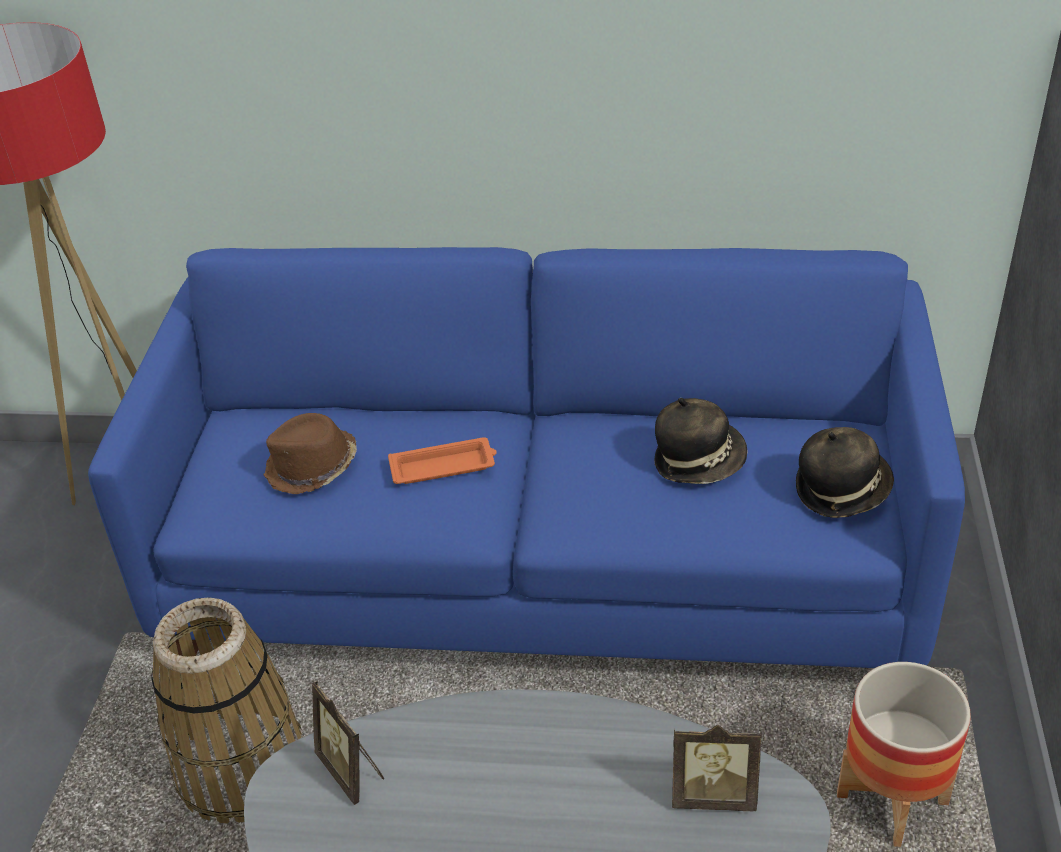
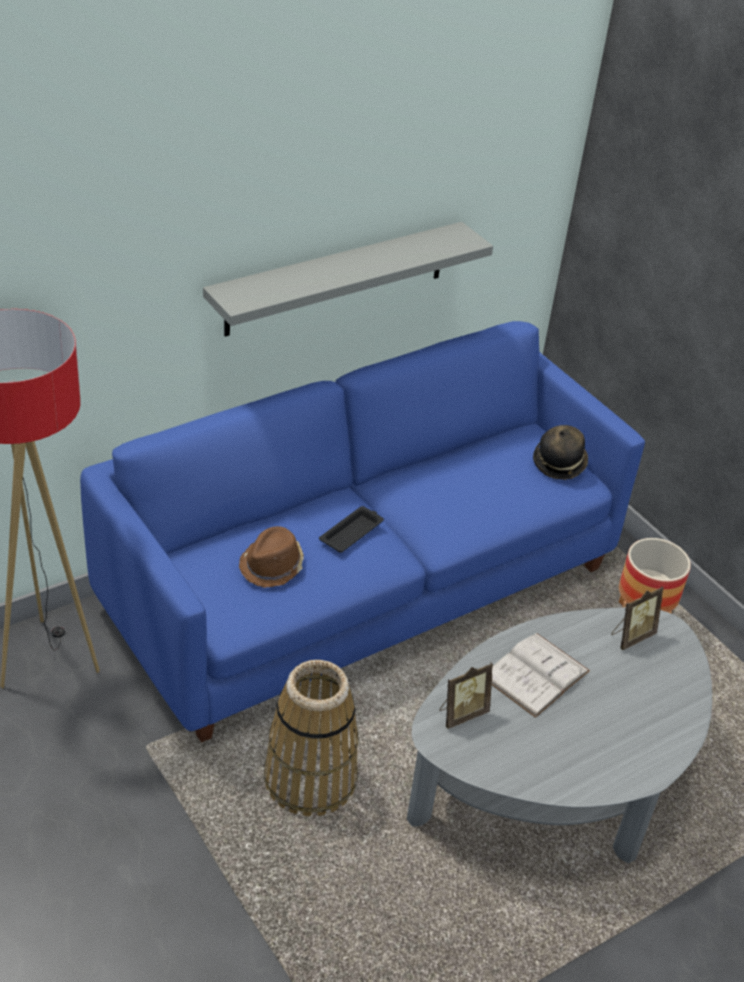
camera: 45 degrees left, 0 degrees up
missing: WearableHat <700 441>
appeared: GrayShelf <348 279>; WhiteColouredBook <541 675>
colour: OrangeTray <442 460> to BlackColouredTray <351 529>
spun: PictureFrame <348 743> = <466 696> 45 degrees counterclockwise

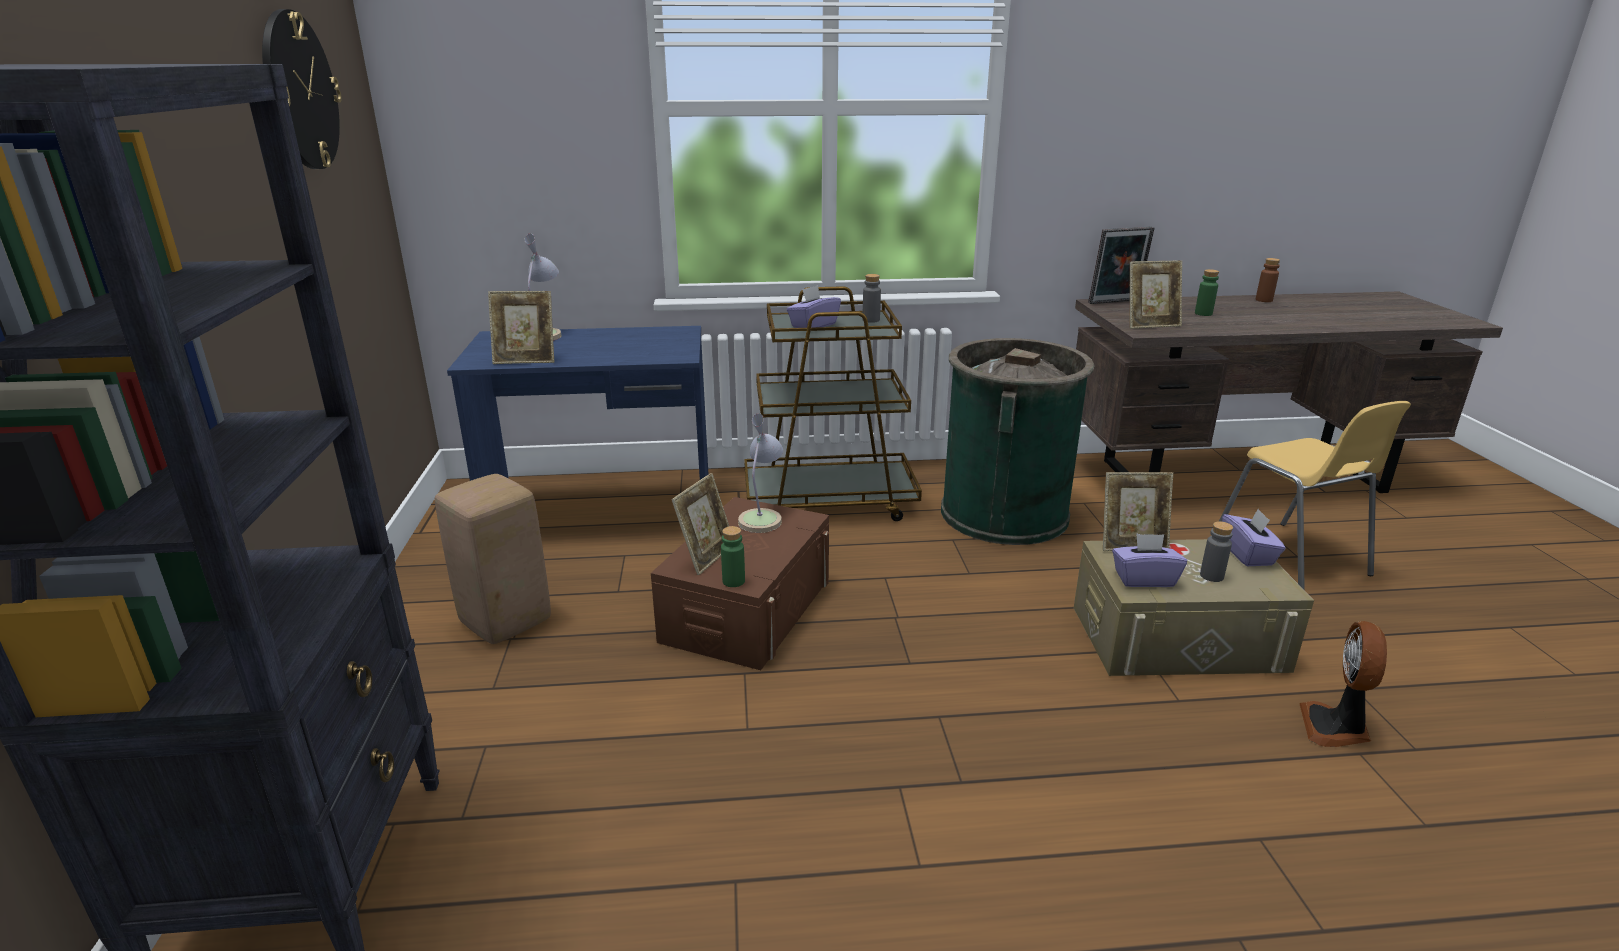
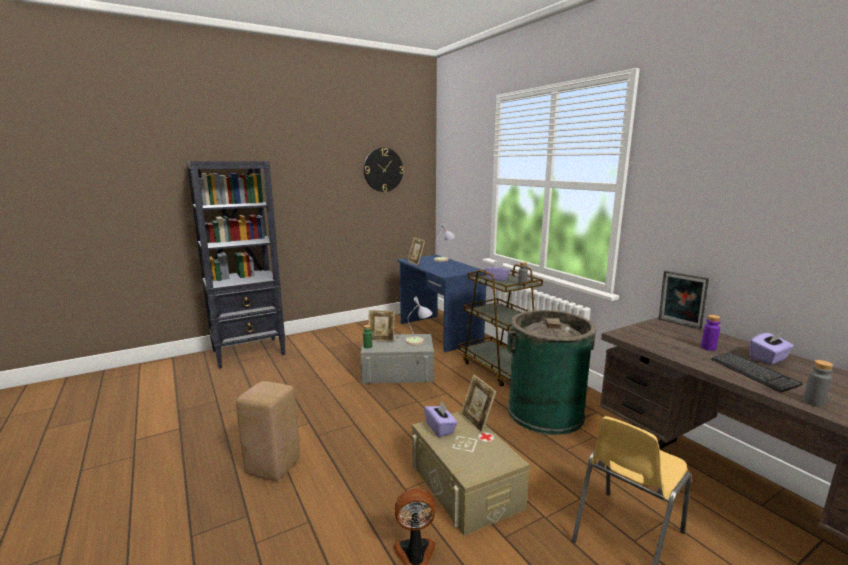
camera: 65 degrees right, 10 degrees down
missing: PictureFrame <1156 294>; BrownDrinkBottle <1268 280>
appeared: ComputerKeyboard <757 372>
relocated: BeigeStoolSeat <493 559> to <268 431>; PurpleColouredBoxOfTissues <1254 537> to <772 348>; GrayDrinkBottle <1216 551> to <818 383>
colour: BrownStorageBin <740 583> to GrayStorageBin <397 358>; GreenDrinkBottle <1207 292> to PurpleColouredDrinkBottle <711 333>

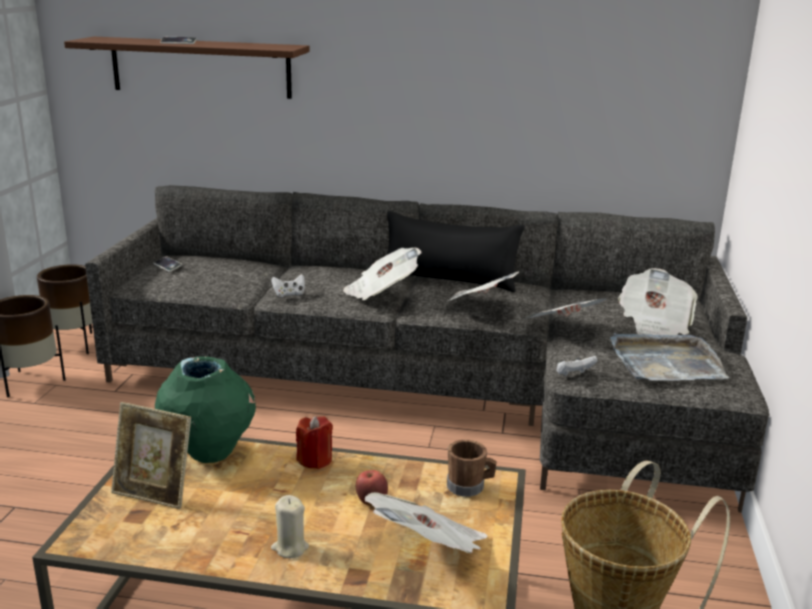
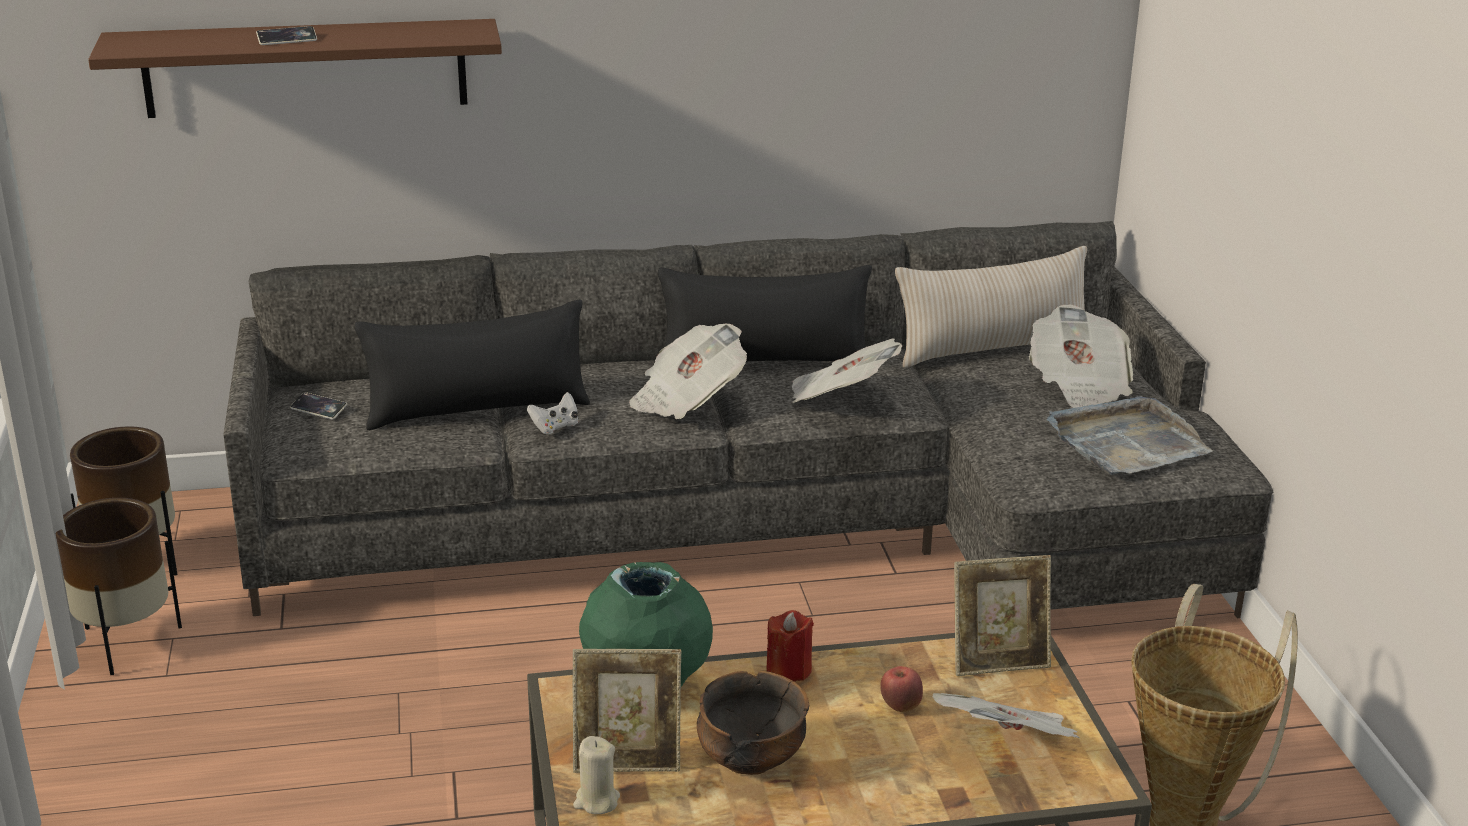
camera: 20 degrees left, 5 degrees up
missing: DailyPaper <565 309>; WhiteColouredGameController <577 366>
appeared: BlackColouredCushion <472 365>; Bowl <753 723>; BeigeCushion <991 307>
relocated: BeigeWaxLight <290 526> to <596 775>
exchanged: BrownMug <472 468> to PictureFrame <1002 615>

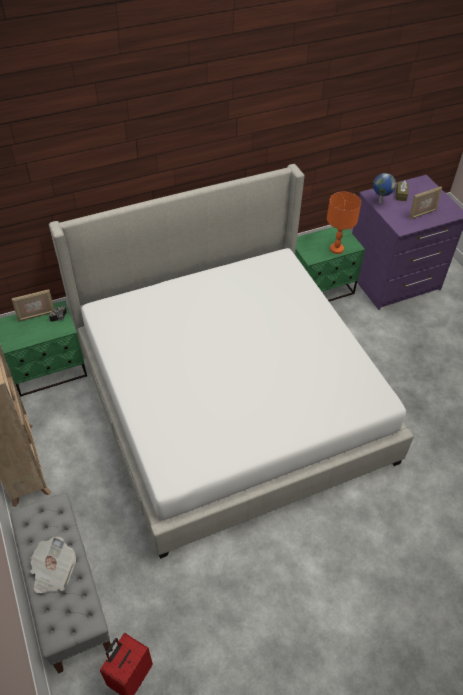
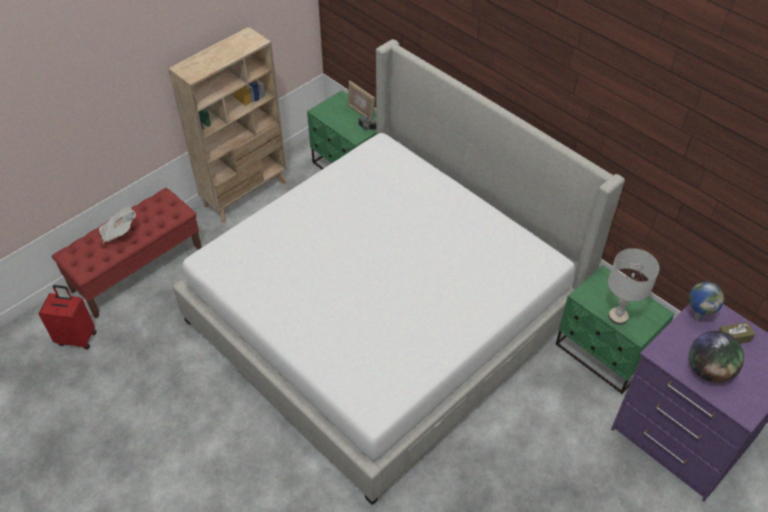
camera: 70 degrees right, 0 degrees up
exchanged: PictureFrame <425 203> to Globe <716 357>
colour: GrayBench <61 583> to ReddishBench <127 253>; OrangeLampForATable <344 223> to GrayLampForATable <633 286>

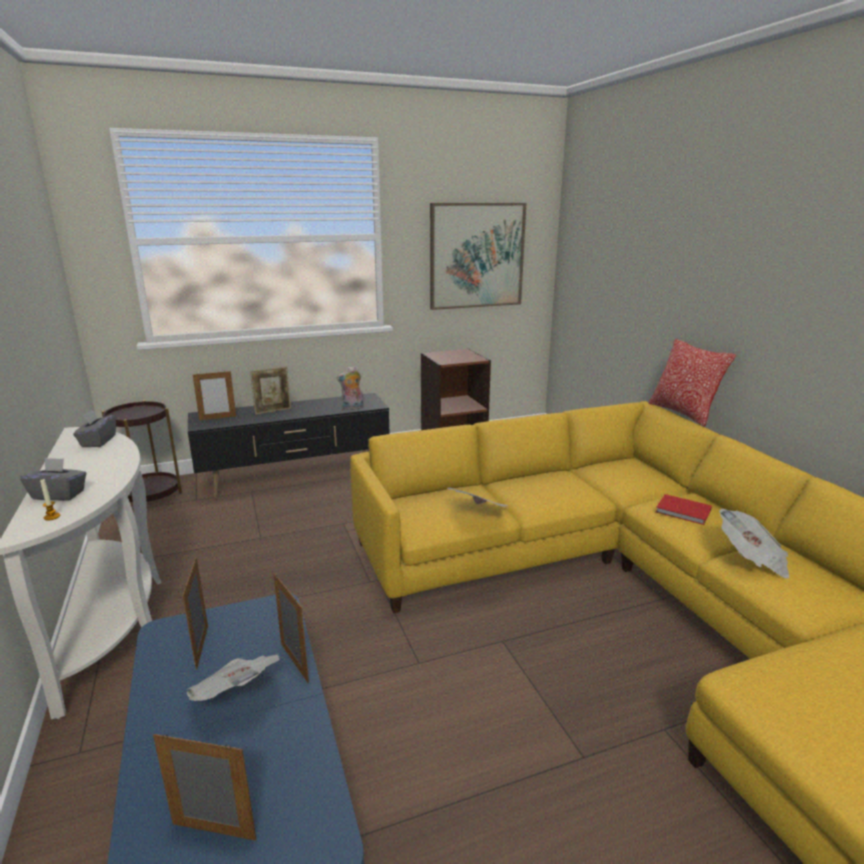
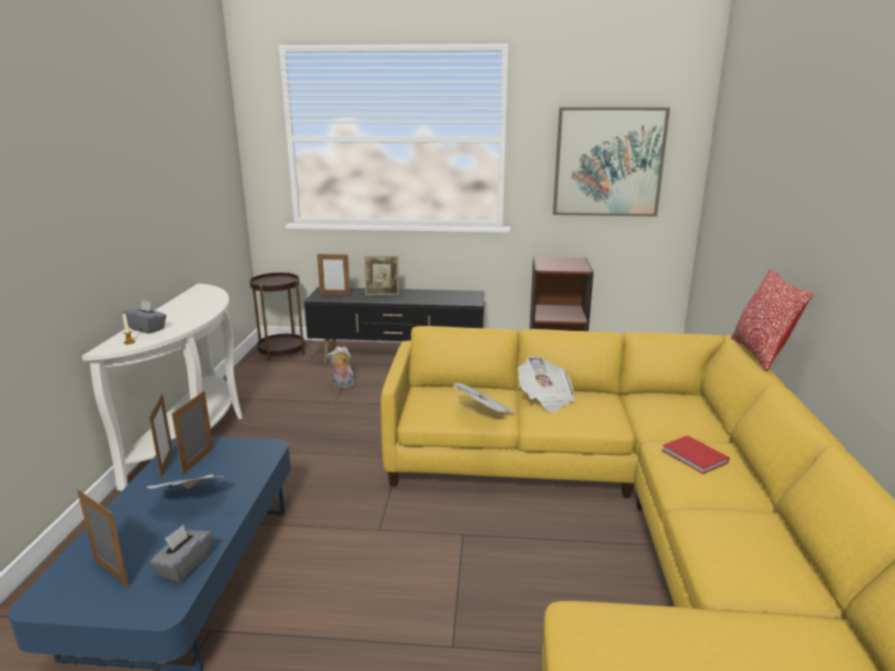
camera: 25 degrees right, 0 degrees up
relocated: PictureFrame <291 628> to <161 435>; GrayBoxOfTissues <94 428> to <181 554>; PlushToy <350 388> to <340 367>; DailyPaper <754 543> to <546 384>

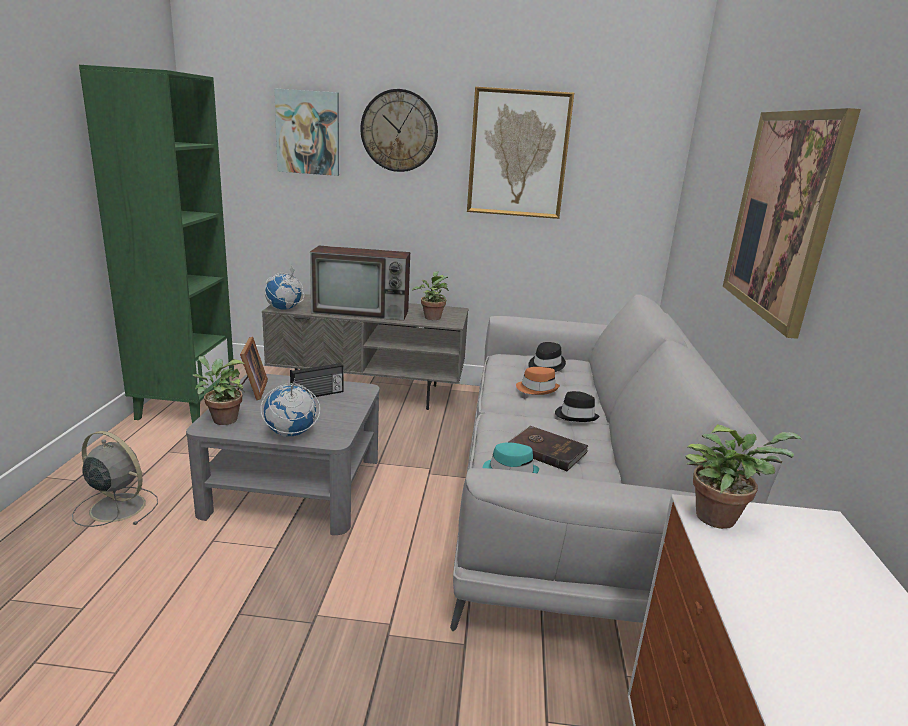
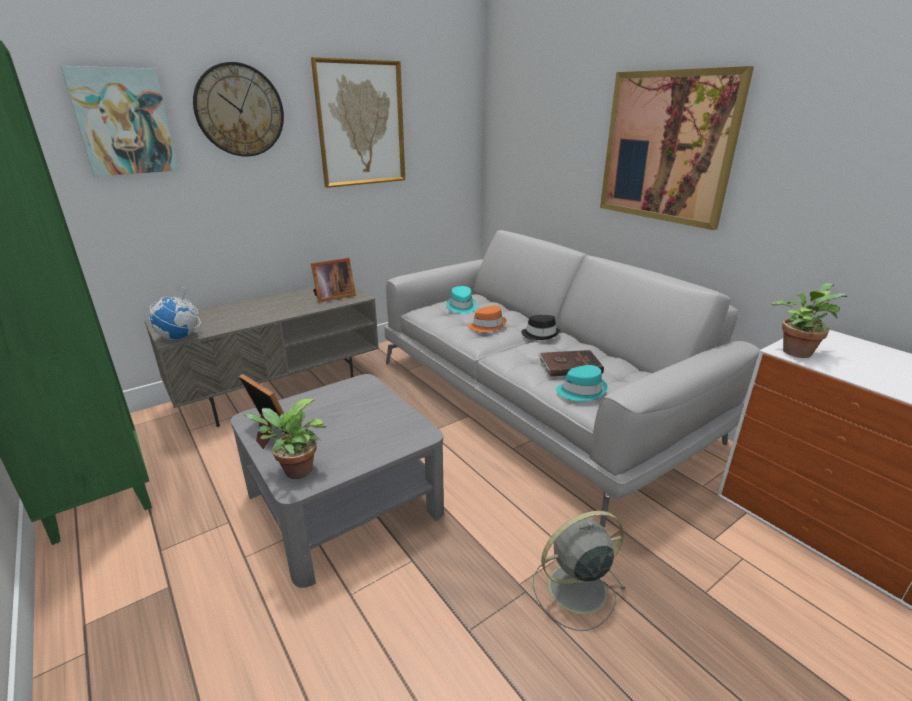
camera: 40 degrees left, 5 degrees up
missing: Globe <290 408>; Radio <317 380>; Television <360 283>
relocated: GrayFan <115 479> to <579 571>
exchanged: Houseplant <430 295> to PictureFrame <333 280>
colour: BlackColouredWearableHat <547 357> to BlueGreenWearableHat <461 300>

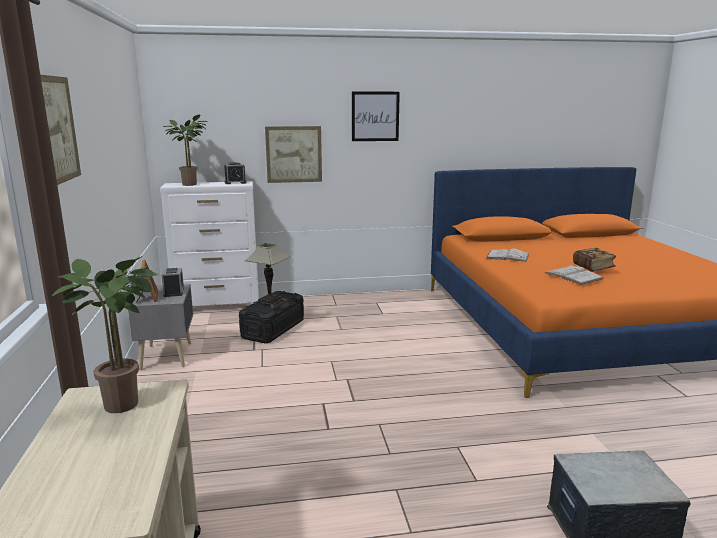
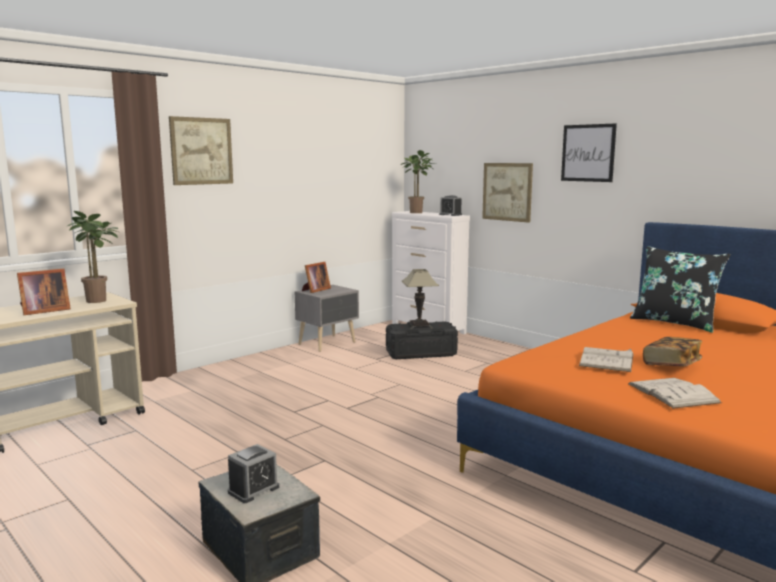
camera: 55 degrees right, 5 degrees down
appeared: PictureFrame <44 292>; BlackColouredCushion <680 289>
relocated: BedsideClock <172 282> to <253 473>; WhiteColouredBook <507 255> to <675 393>

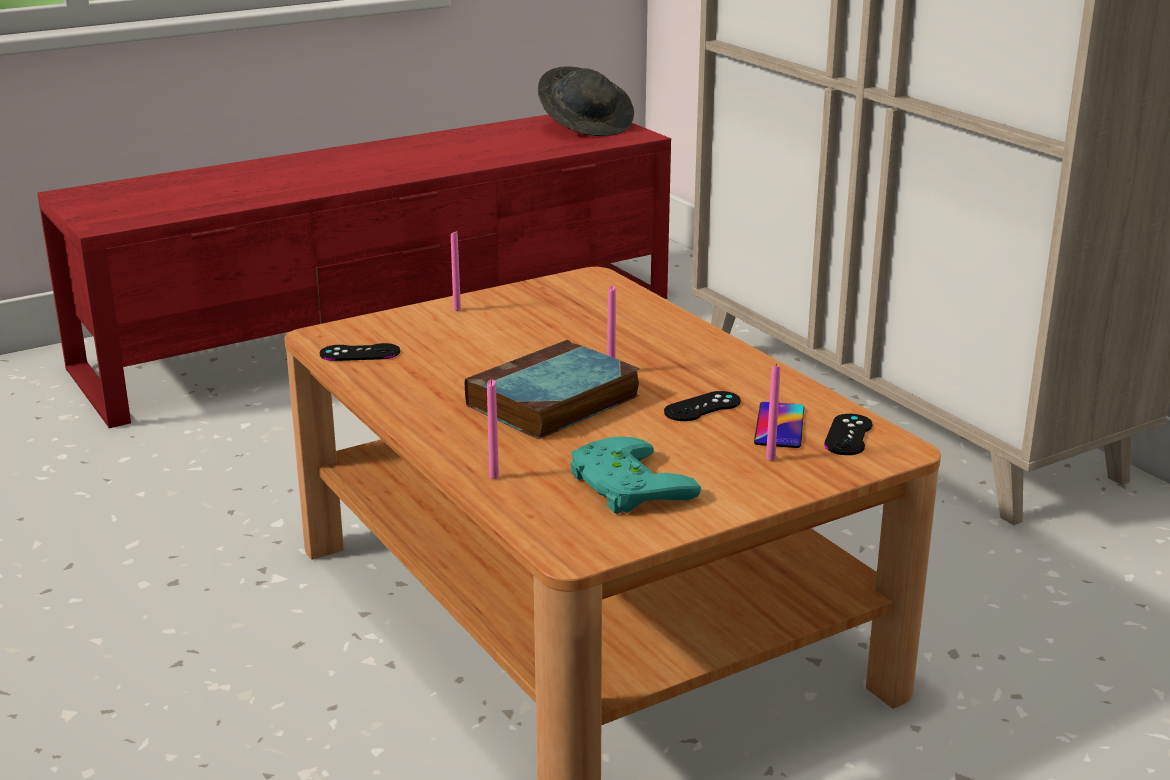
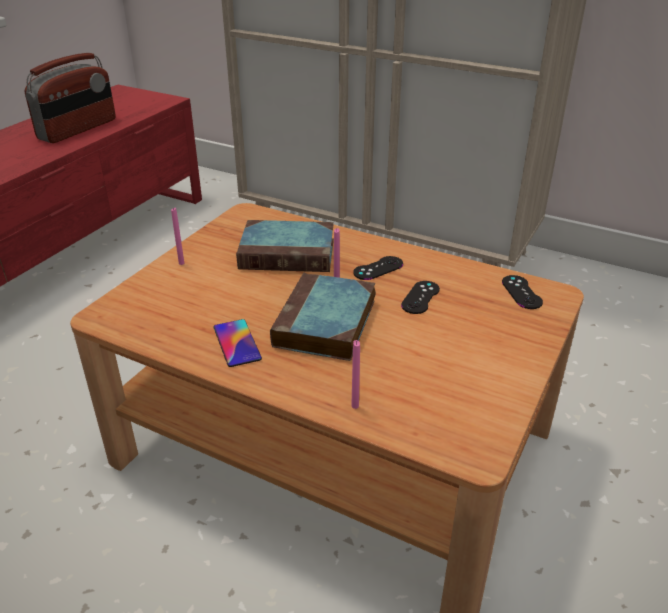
camera: 30 degrees left, 10 degrees up
missing: GrayWearableHat <586 101>; BlueGreenGameController <636 475>; PinkishWaxLight <773 412>
appeared: Radio <70 98>; Book <285 246>
relocated: Telephone <779 425> to <237 343>; BlackColouredGameController <360 352> to <378 268>

